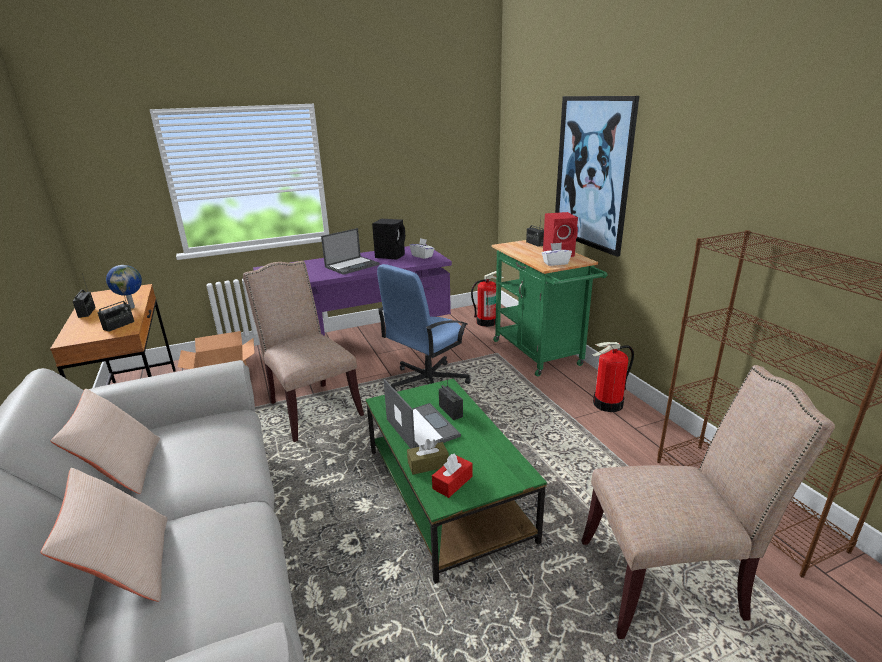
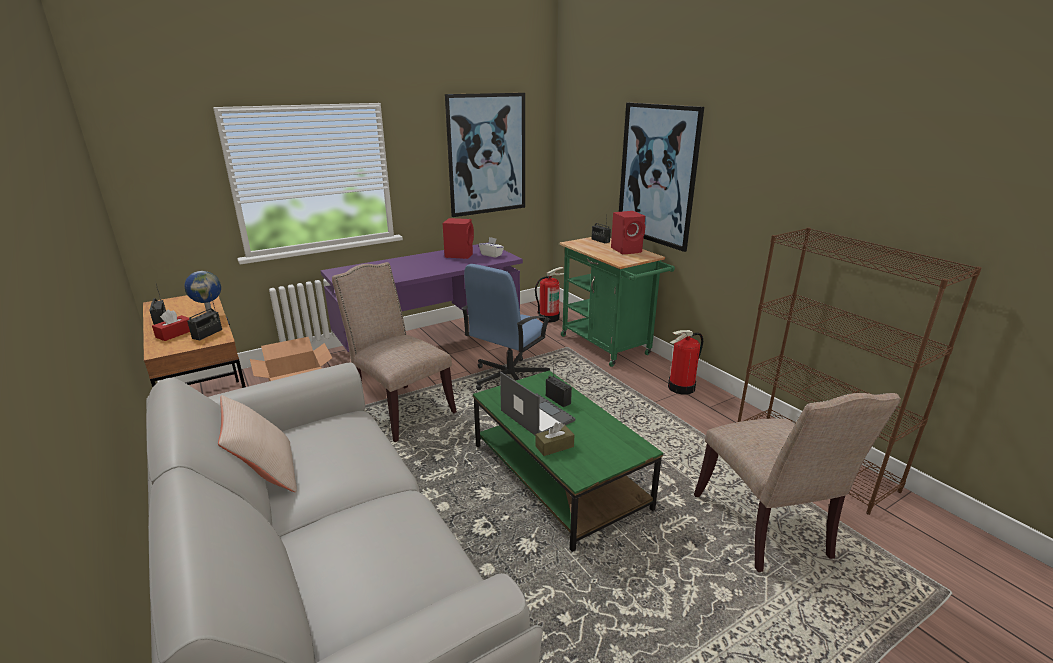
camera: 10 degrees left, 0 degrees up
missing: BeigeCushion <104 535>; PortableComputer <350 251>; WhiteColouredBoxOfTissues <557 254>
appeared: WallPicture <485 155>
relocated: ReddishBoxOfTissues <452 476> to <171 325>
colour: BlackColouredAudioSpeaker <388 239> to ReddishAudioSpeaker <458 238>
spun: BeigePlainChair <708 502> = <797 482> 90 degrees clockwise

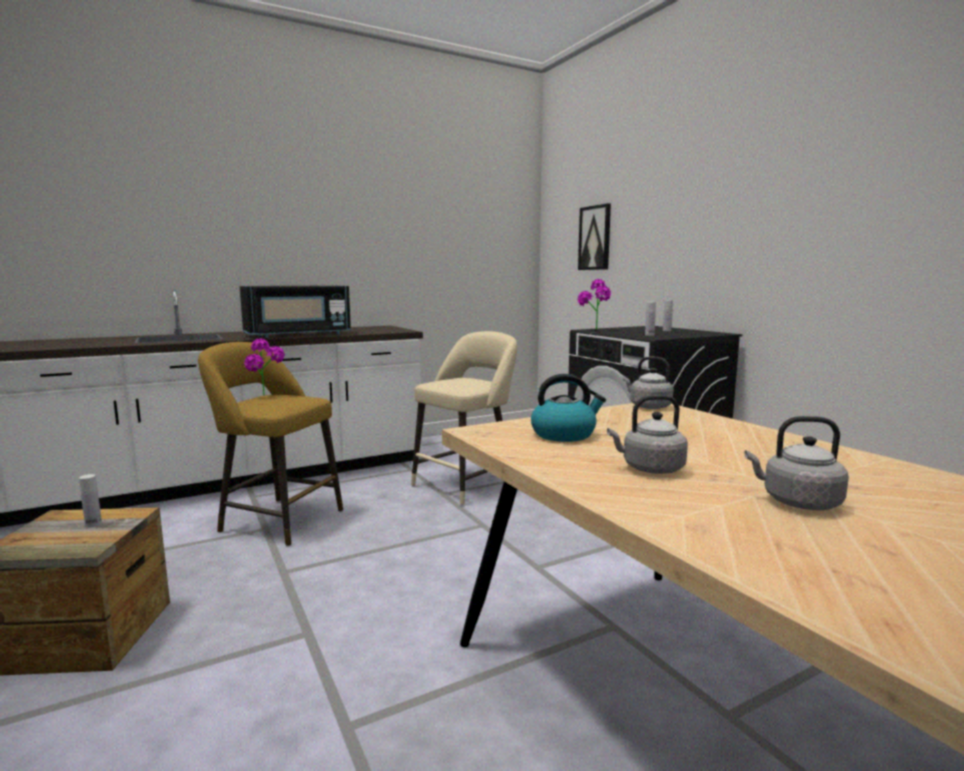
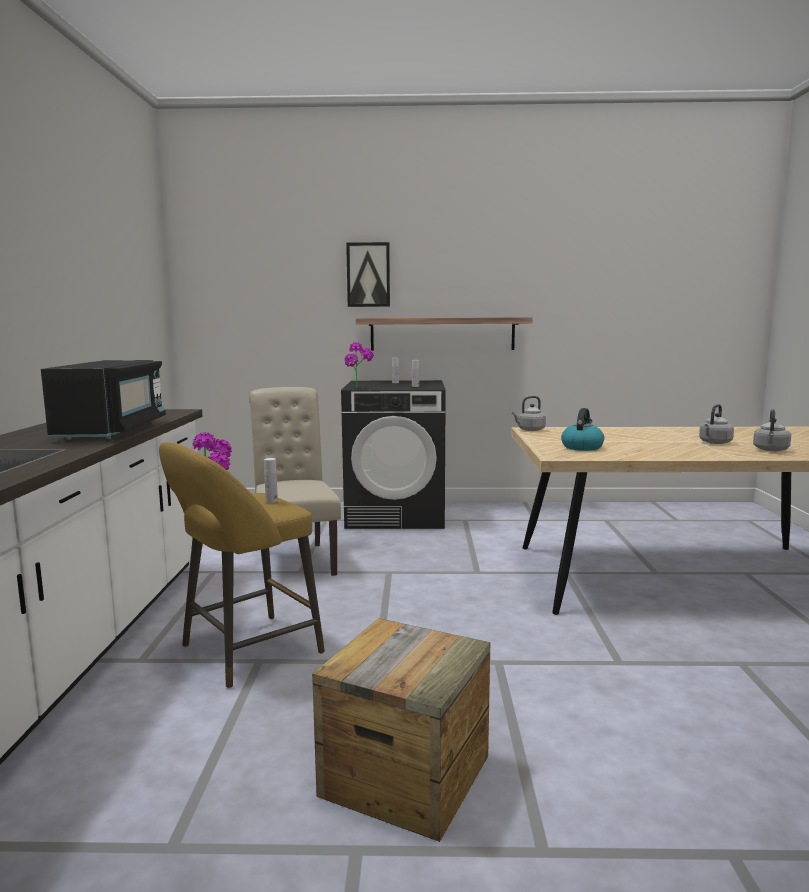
camera: 60 degrees left, 0 degrees up
appeared: Shelf <444 334>
relocated: WhiteColouredDrinkBottle <90 501> to <271 480>; WallPicture <594 236> to <368 274>; GrayKettle <647 434> to <772 430>
exchanged: BeigeStoolSeat <464 418> to BeigePlainChair <295 485>

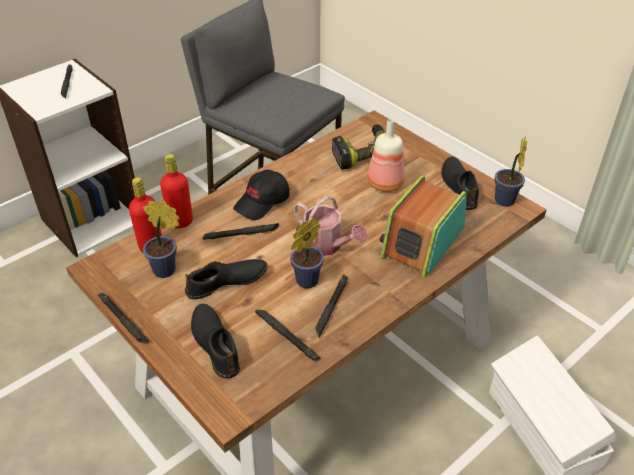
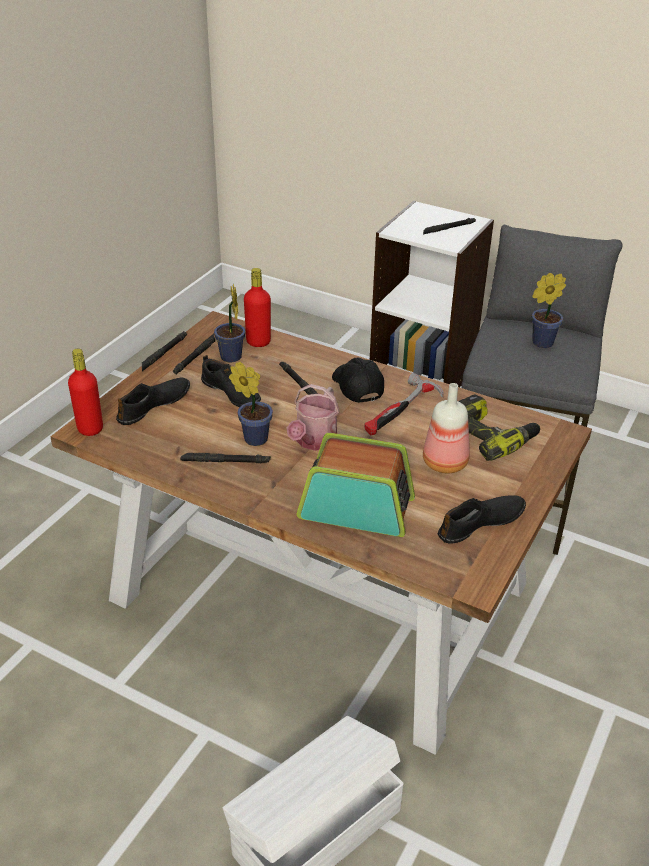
camera: 70 degrees right, 5 degrees down
appeared: ToolHammer <404 404>
relocated: ReddishDrinkBottle <176 191> to <85 392>; BlackColouredHandTorch <287 335> to <194 354>; Houseplant <510 171> to <549 310>
spun: BlackColouredCap <261 195> = <358 380> 45 degrees clockwise

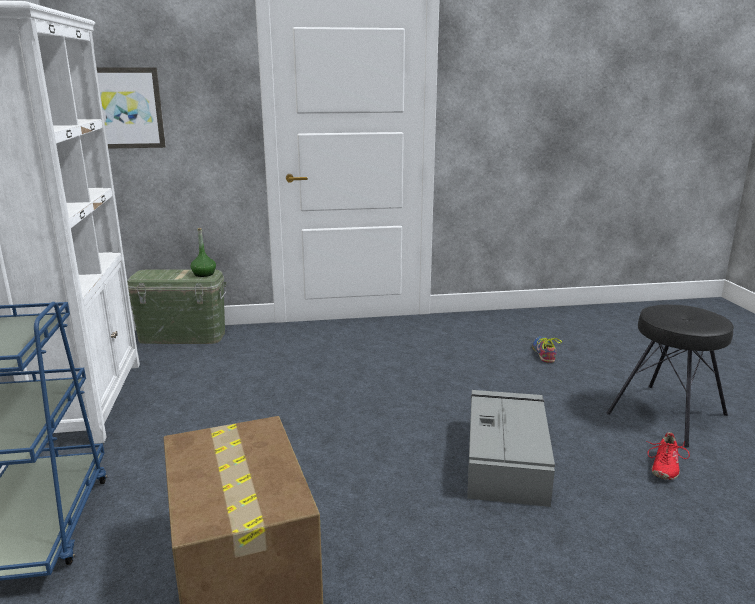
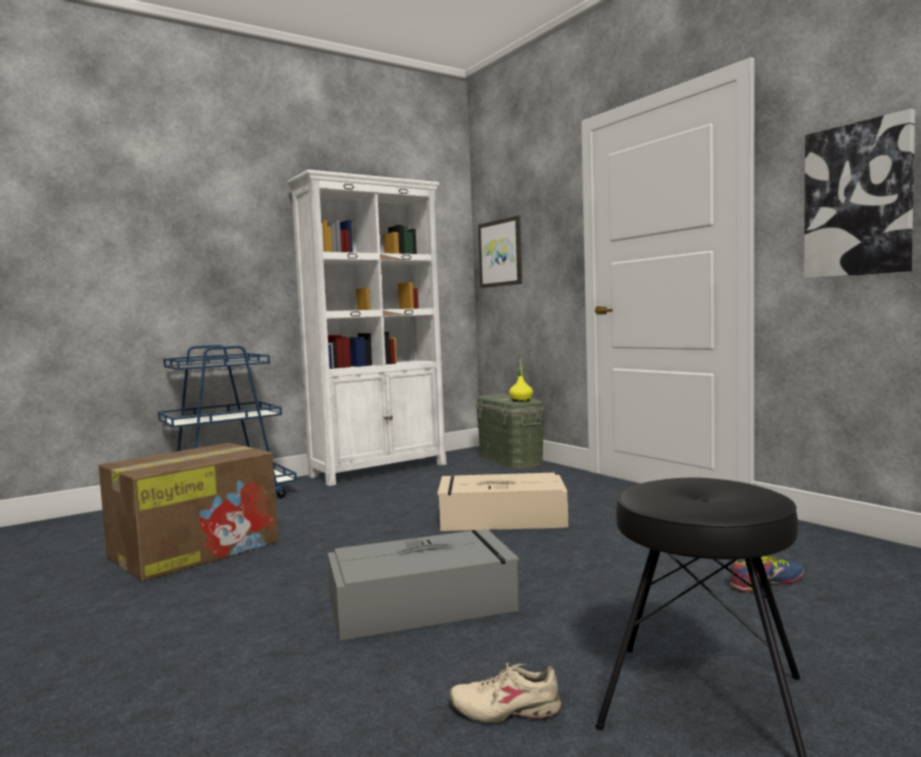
camera: 65 degrees right, 15 degrees down
appeared: BeigeStorageBin <503 502>; WallPicture <859 194>
colour: ReddishShoe <668 456> to BeigeShoe <505 693>; GreenDrinkBottle <203 252> to YellowishDrinkBottle <521 378>

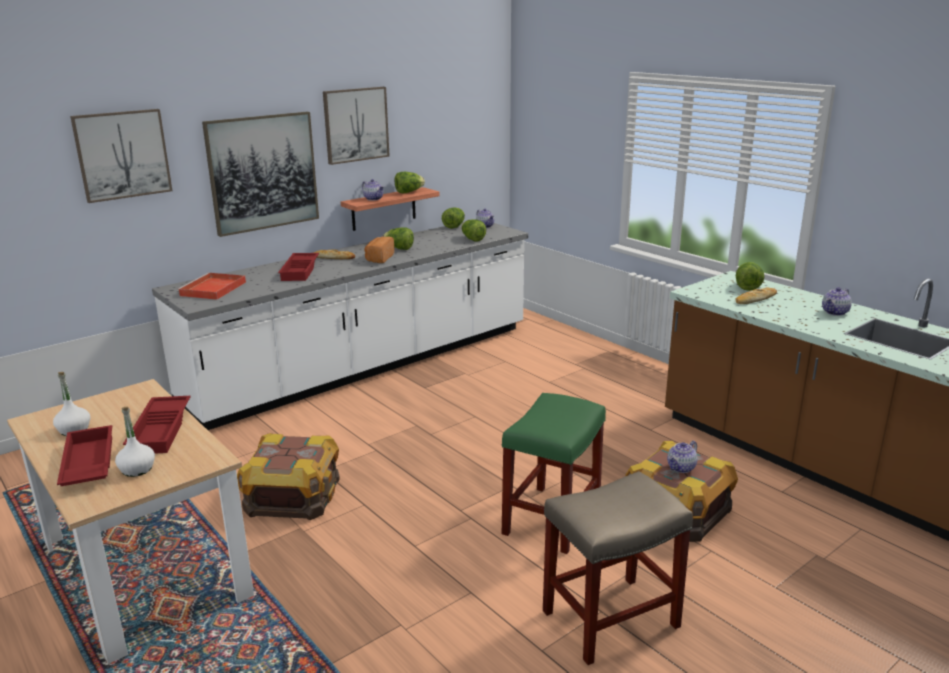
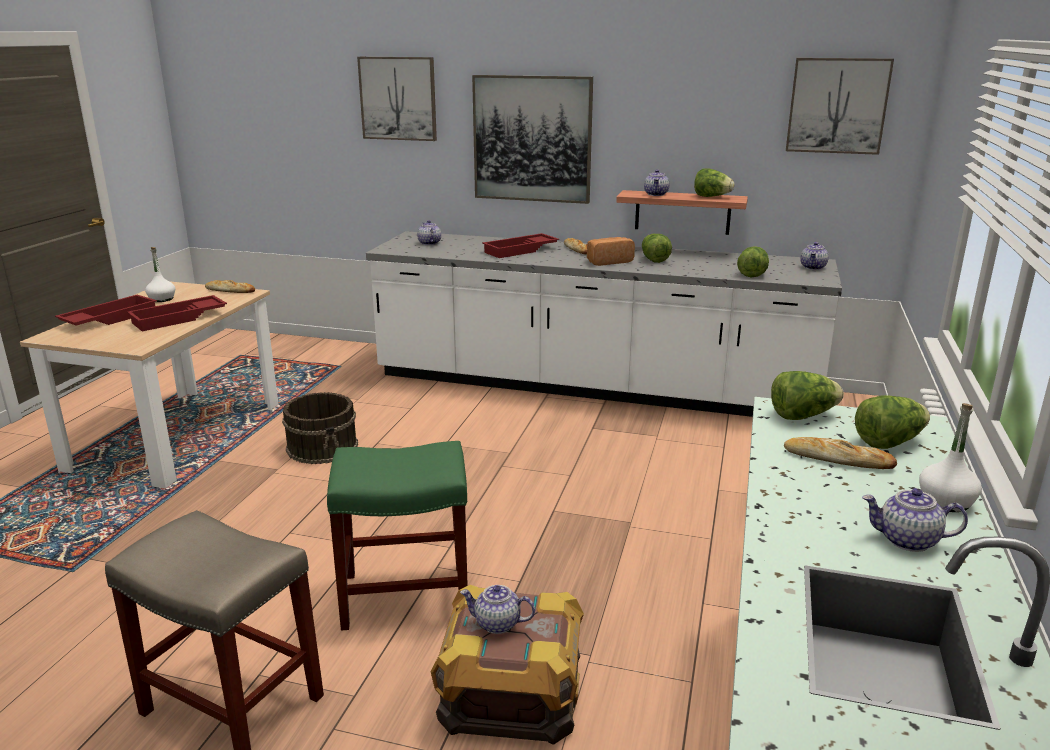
camera: 55 degrees right, 0 degrees up
appeared: BakedBread <230 286>
relocated: HeadOfLettuce <453 218> to <807 395>; WallPicture <356 126> to <840 106>; WhiteColouredDrinkBottle <135 442> to <950 457>
exchanged: ShippingCrate <288 476> to BrownWaterBucket <320 428>; ReddishTray <211 286> to Teapot <429 232>

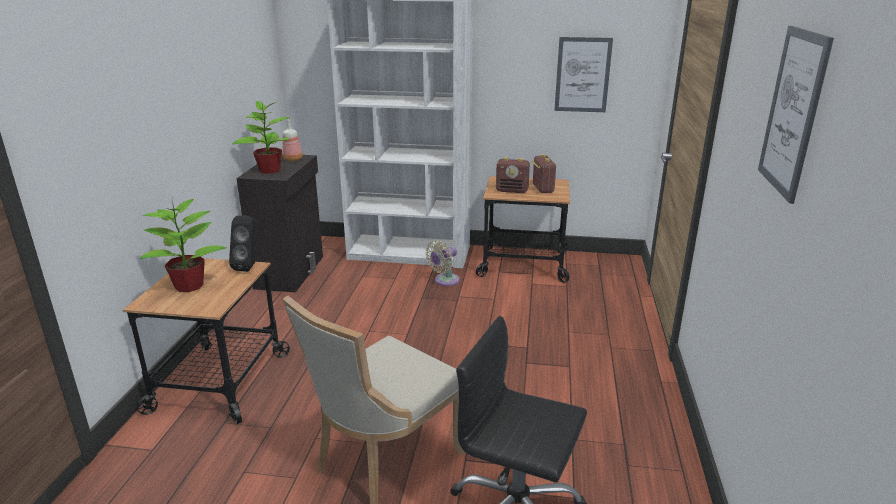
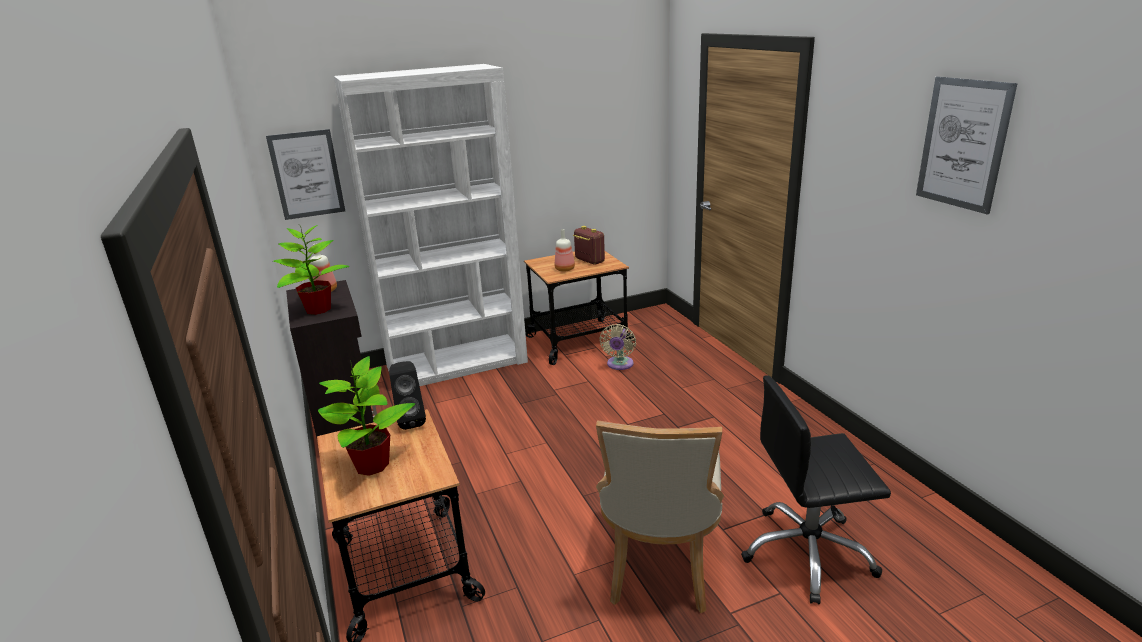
camera: 30 degrees left, 0 degrees up
relocated: WallPicture <583 74> to <305 174>; BeigeFan <442 263> to <617 347>
exchanged: Radio <513 175> to DrinkBottle <565 250>

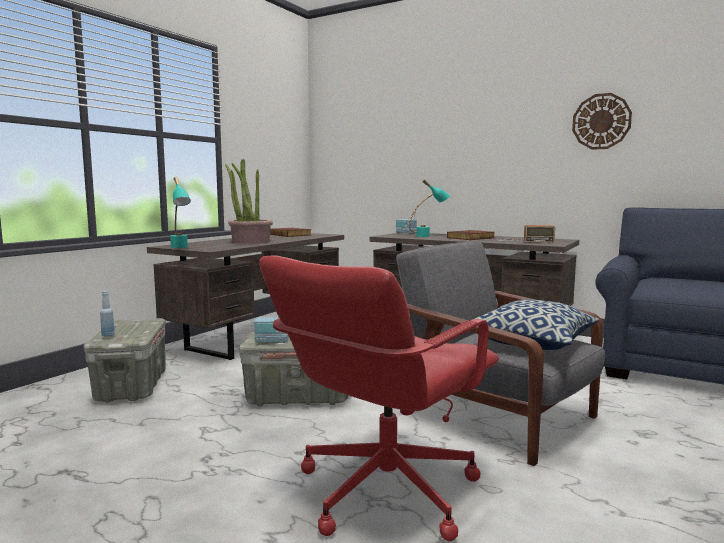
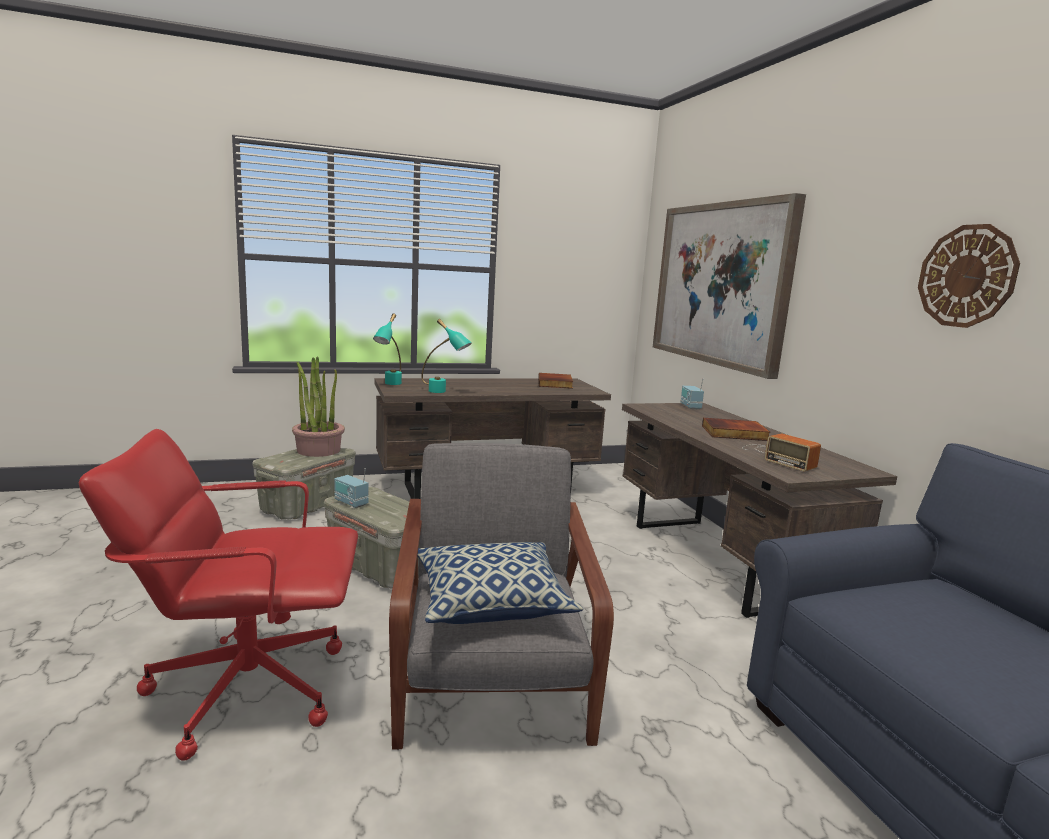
camera: 40 degrees right, 5 degrees up
missing: BlueColouredDrinkBottle <107 314>
appeared: WallPicture <729 286>
relocated: Houseplant <249 201> to <318 406>; BlueGreenLampForATable <429 208> to <447 356>

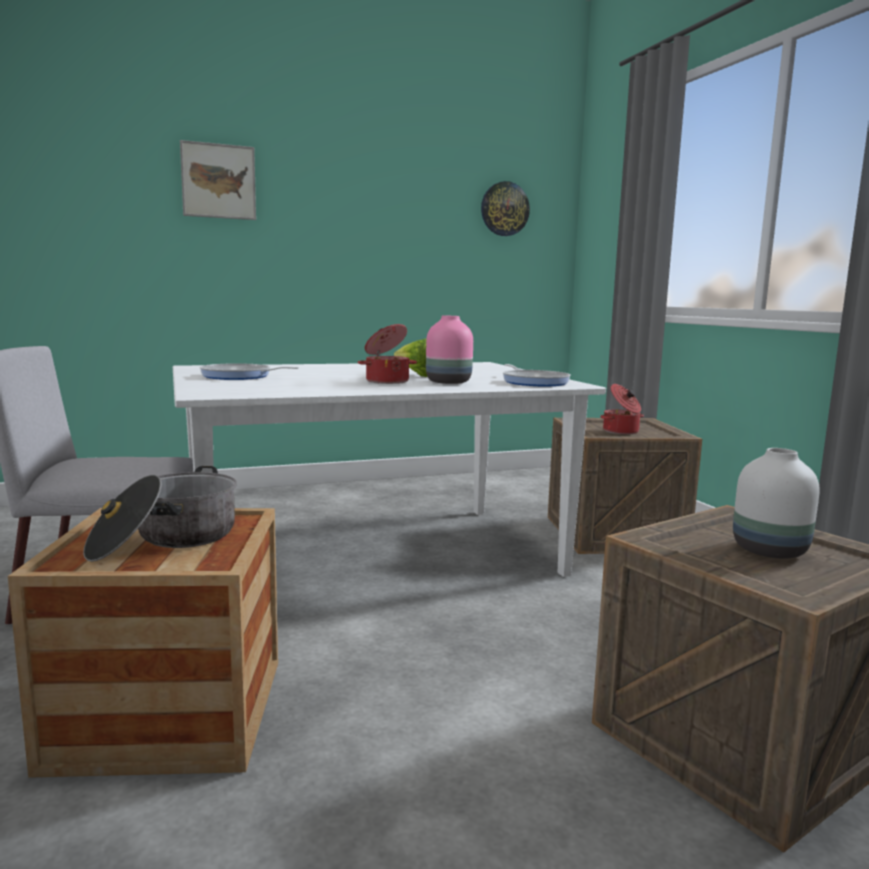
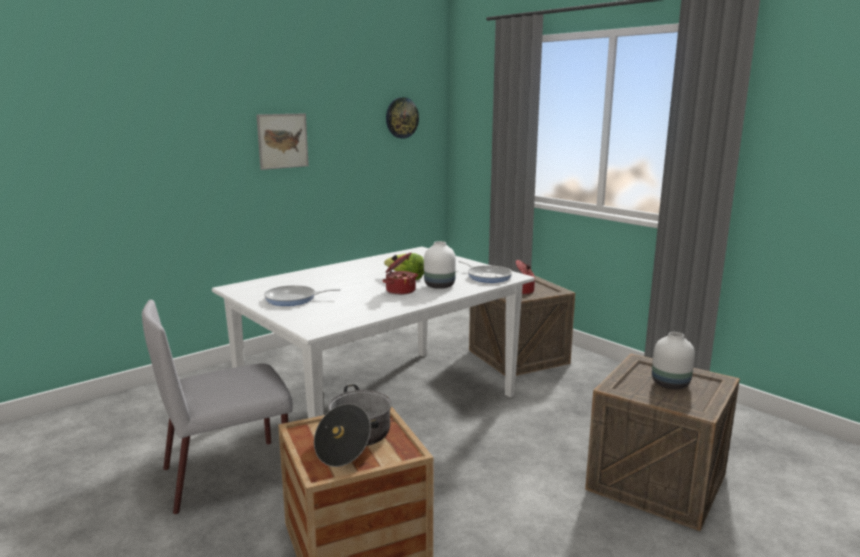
camera: 20 degrees left, 5 degrees up
relocated: WallPicture <218 180> to <283 141>
colour: PinkishVase <449 350> to WhiteColouredVase <440 265>

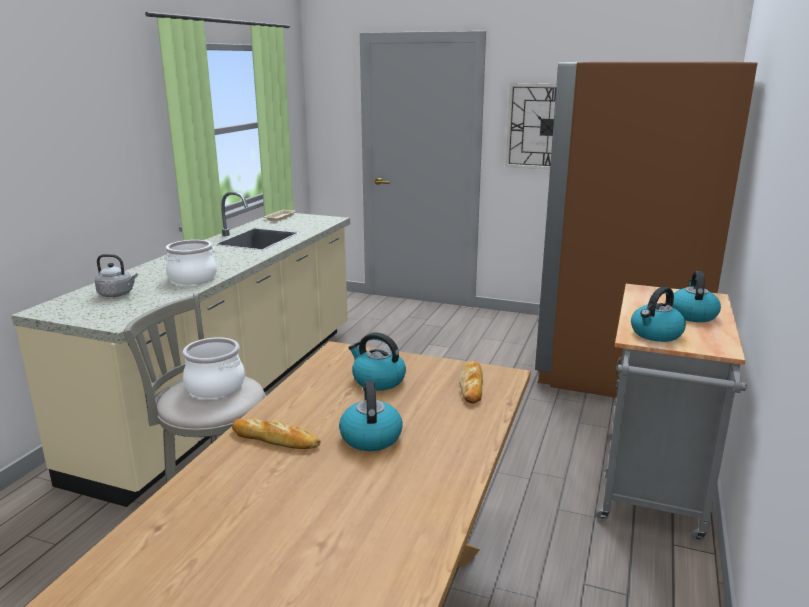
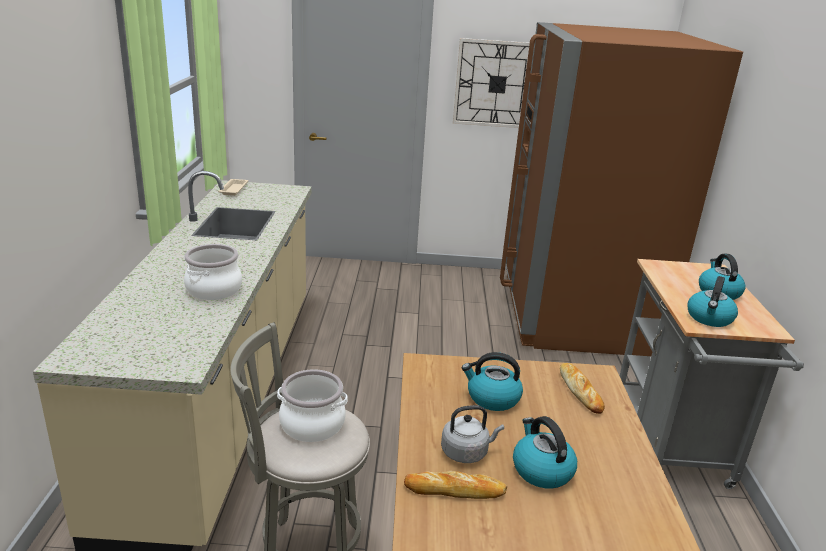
camera: 20 degrees left, 5 degrees up
relocated: GrayKettle <116 275> to <472 434>

